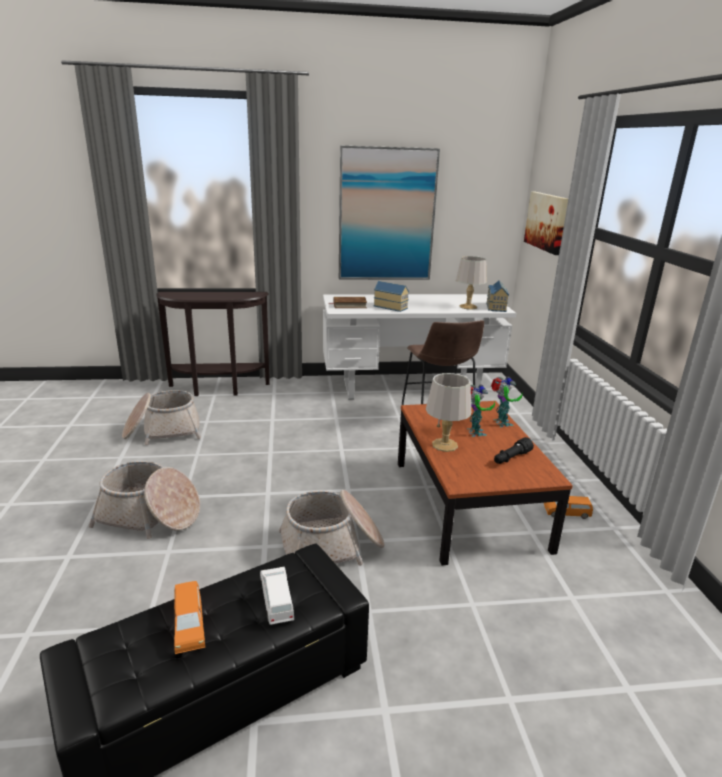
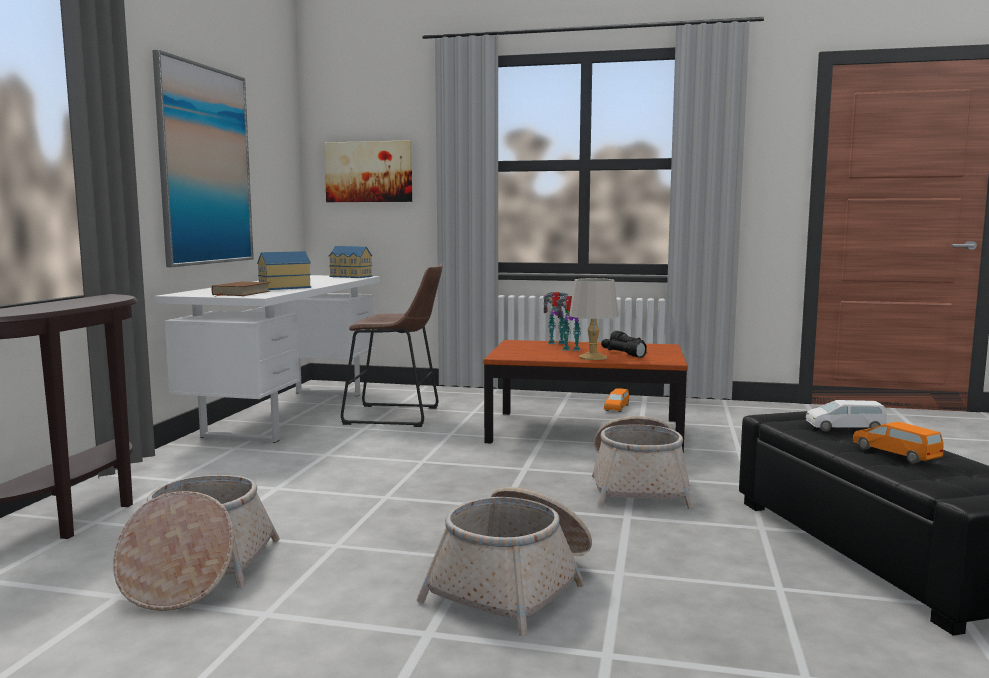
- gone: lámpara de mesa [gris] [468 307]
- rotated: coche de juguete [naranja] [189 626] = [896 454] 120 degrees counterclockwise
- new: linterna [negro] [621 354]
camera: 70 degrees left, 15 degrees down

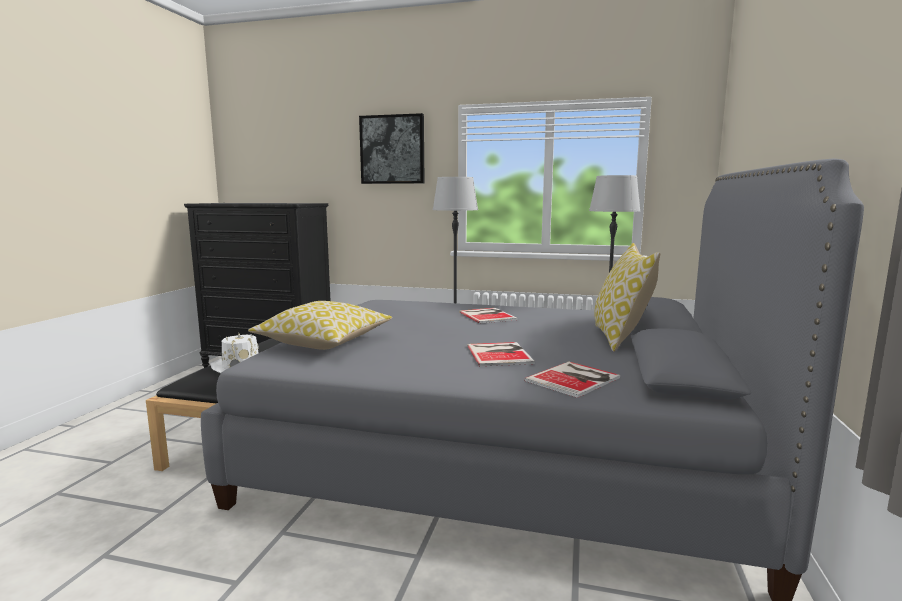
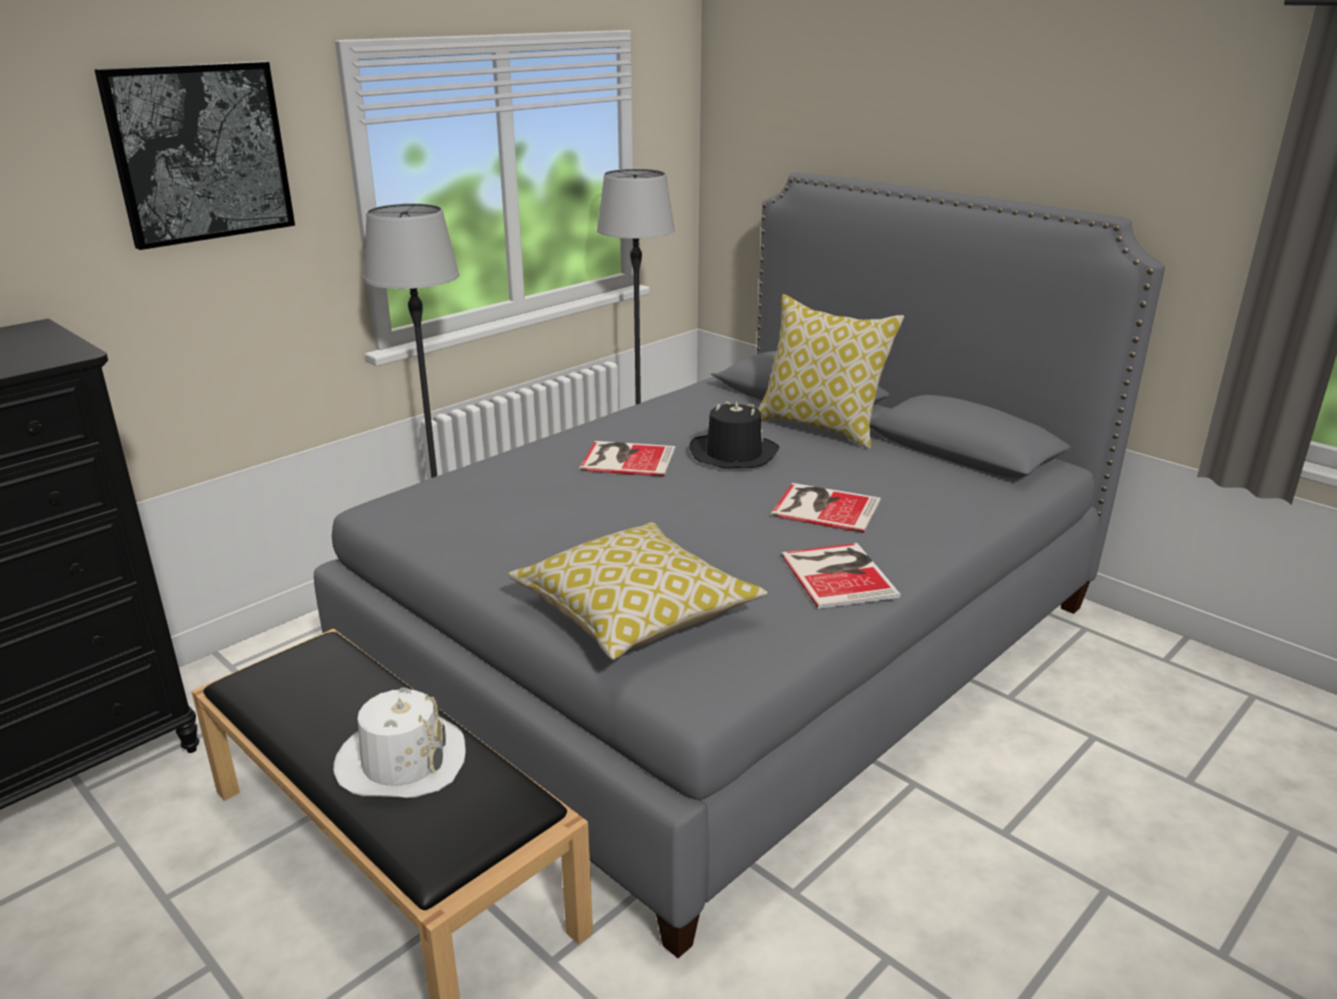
- shifted: libro [575 379] to [839 574]
- new: sombrero [negro] [733 454]
camera: 60 degrees left, 15 degrees up

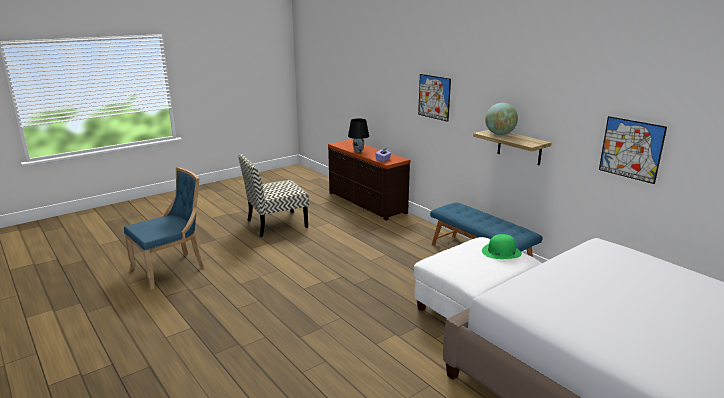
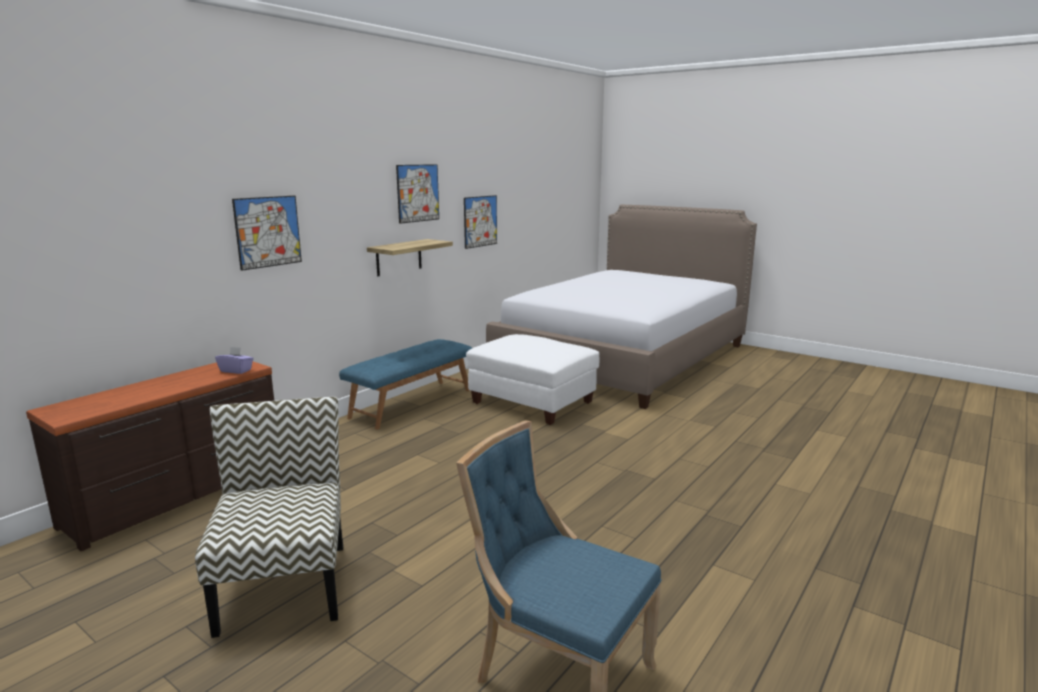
- gone: globo terráqueo [499 134]
- gone: lámpara de mesa [negro] [358 151]
- rotated: silla [276 224] = [284 585] 150 degrees counterclockwise
- gone: sombrero [verde] [501 252]
- new: cuadro [418 193]
camera: 105 degrees left, 5 degrees down

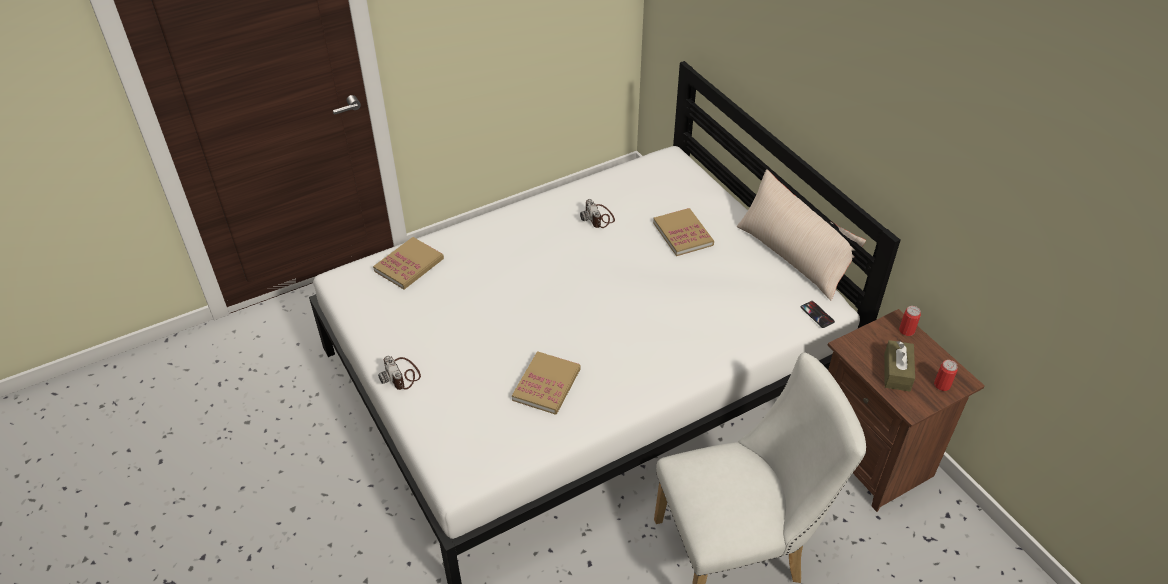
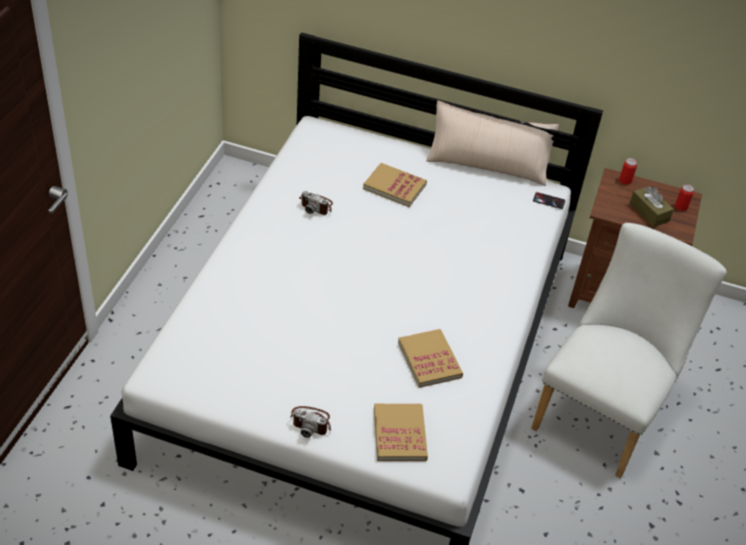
- shifted: libro [409 265] to [399 434]
camera: 45 degrees left, 0 degrees up

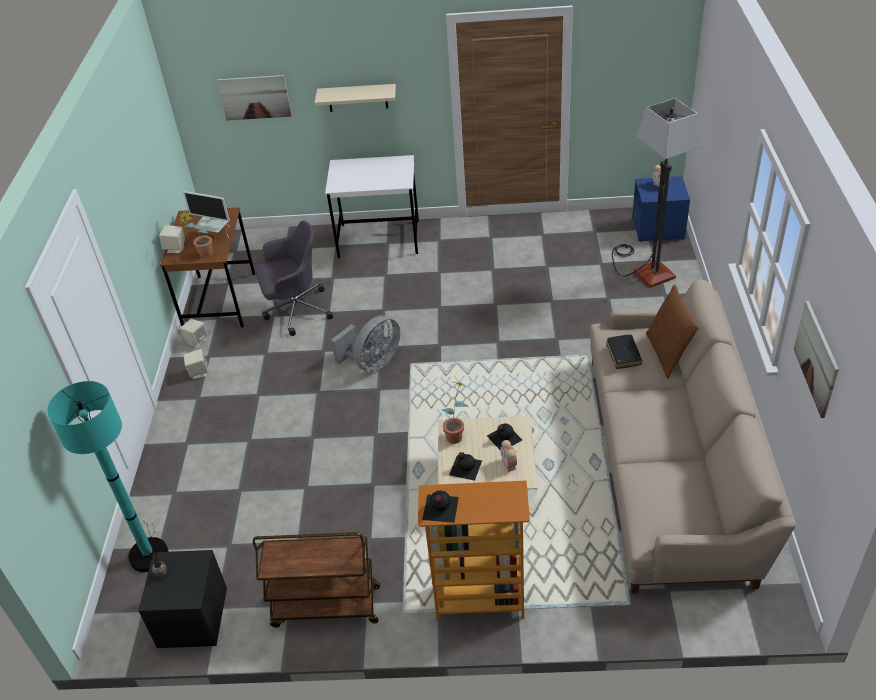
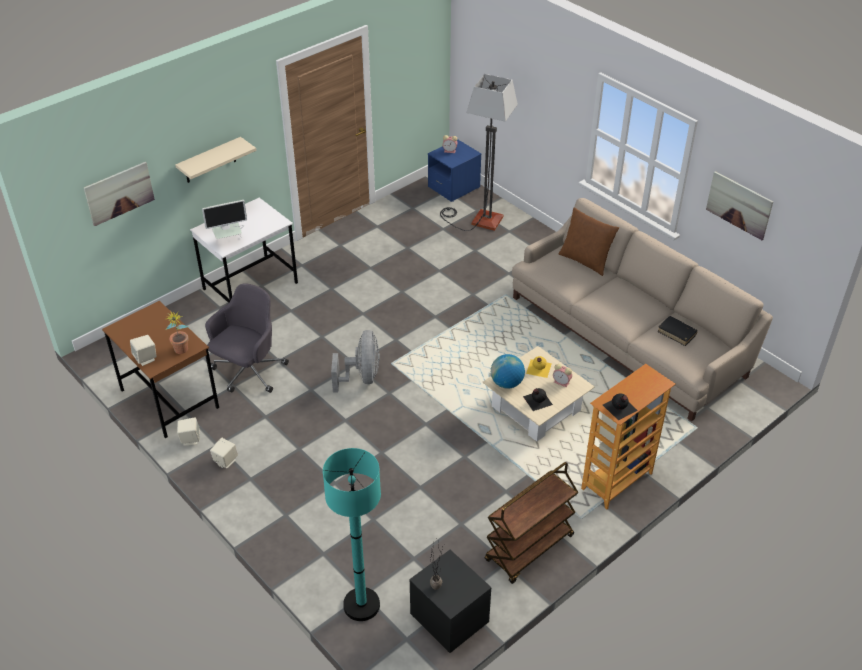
- shifted: monitor [216 236] to [228 241]
- shifted: libro [negro] [623 355] to [677 333]
- swapped: planta en maceta [457 434] to globo terráqueo [506 383]
- repainted: botella [negro] [503 437] to botella [amarillo] [538 368]
camera: 45 degrees left, 0 degrees up

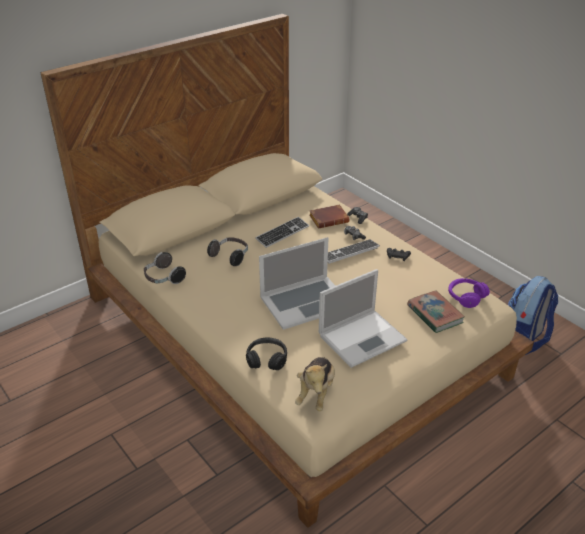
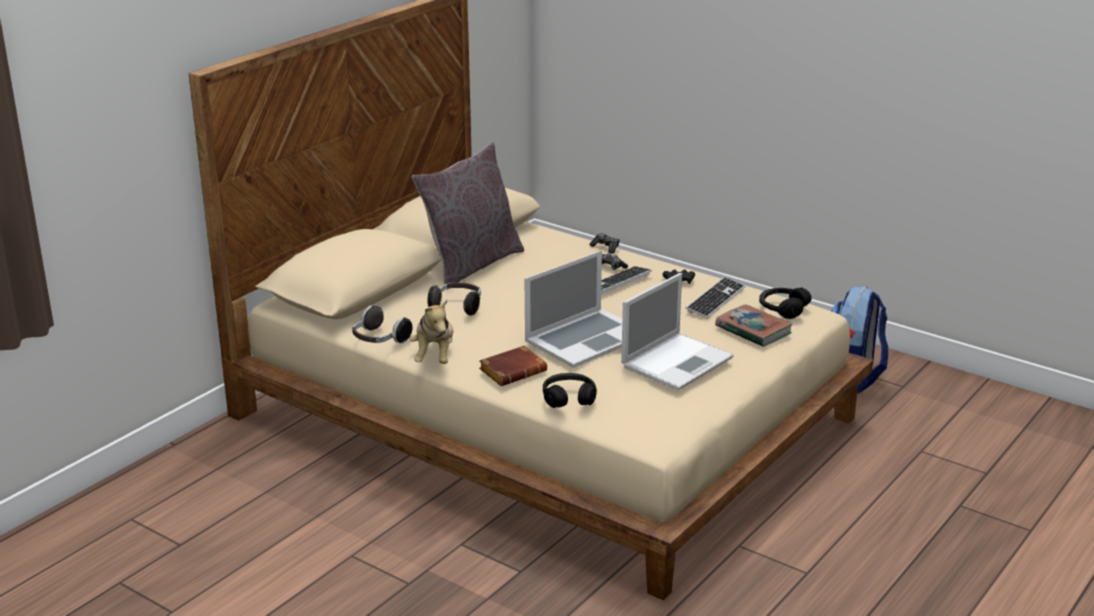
- shifted: libro [marrón] [329 219] to [513 370]
- shifted: teclado [282 233] to [715 299]
- repainted: auriculares [morado] [466 297] to auriculares [negro] [783 309]
- shifted: peluche [316 393] to [434 356]
- new: cojín [gris] [471 265]
camera: 15 degrees left, 10 degrees down

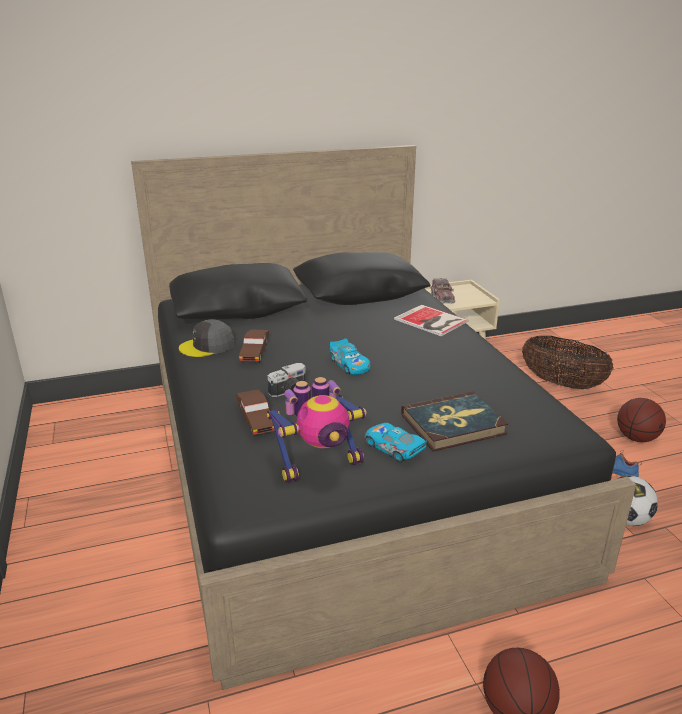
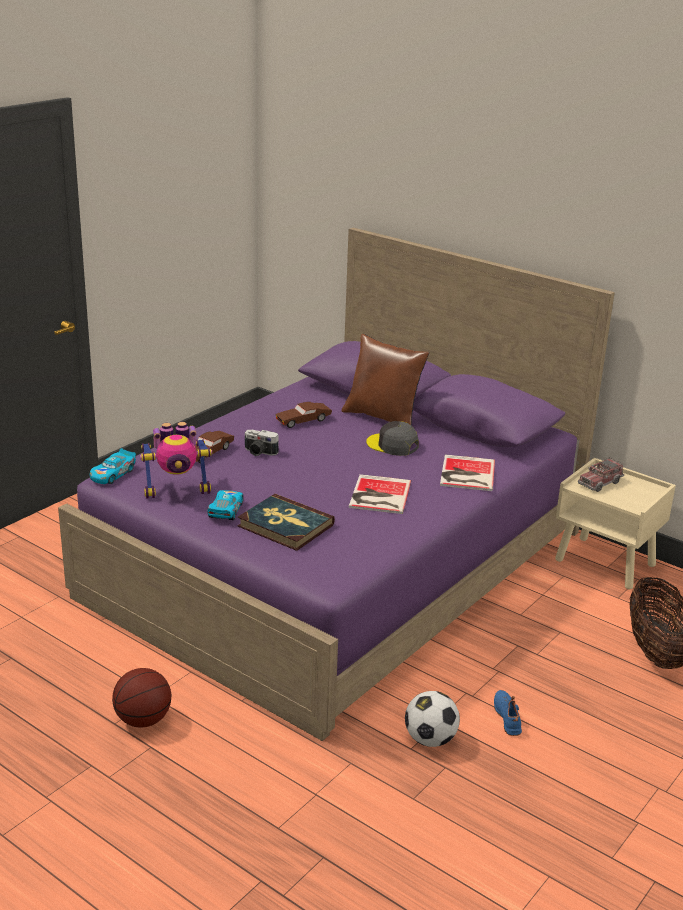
- repainted: cama [negro] [341 464] to cama [morado] [339 563]
- shifted: gorra [gris] [207 346] to [392 445]
- shifted: coche de juguete [349 364] to [113 474]
- rotated: robot de juguete [319 464] = [177 490] 45 degrees counterclockwise
- gone: balón de baloncesto [636 438]
- new: cojín [marrón] [383 418]
- new: libro [378 495]
camera: 55 degrees right, 0 degrees up

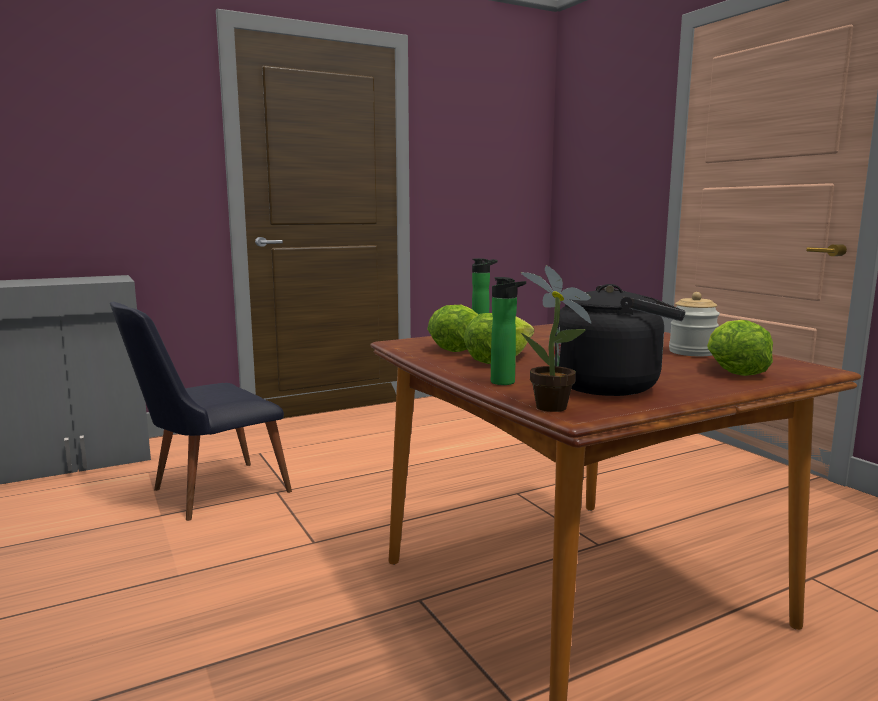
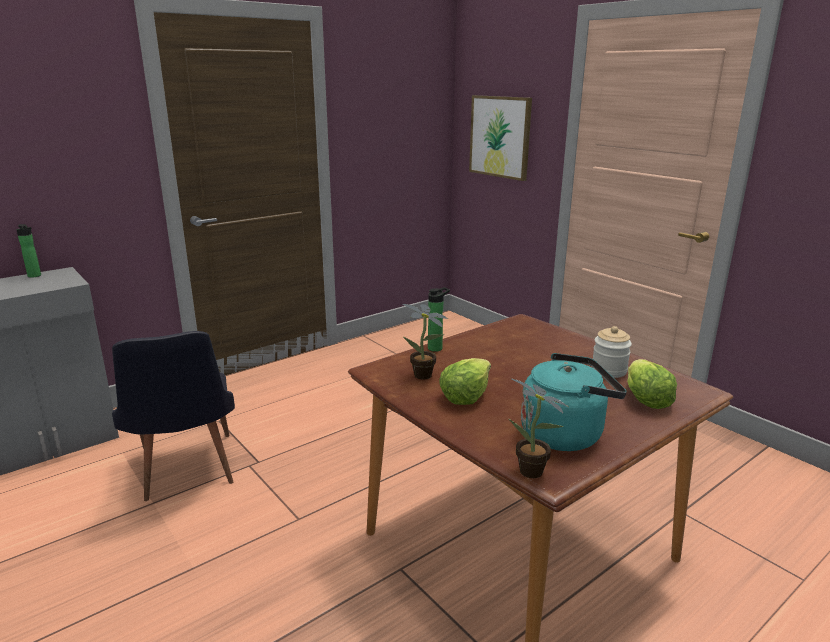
- shifted: botella [505 383] to [35 276]
- repainted: hervidor [negro] [612 386] to hervidor [turquesa] [565 434]
- rotated: silla [negro] [207 493] = [186 473] 60 degrees counterclockwise
- swapped: lechuga [457 348] to planta en maceta [425 376]
- new: cuadro [500 137]
camera: 10 degrees left, 10 degrees up

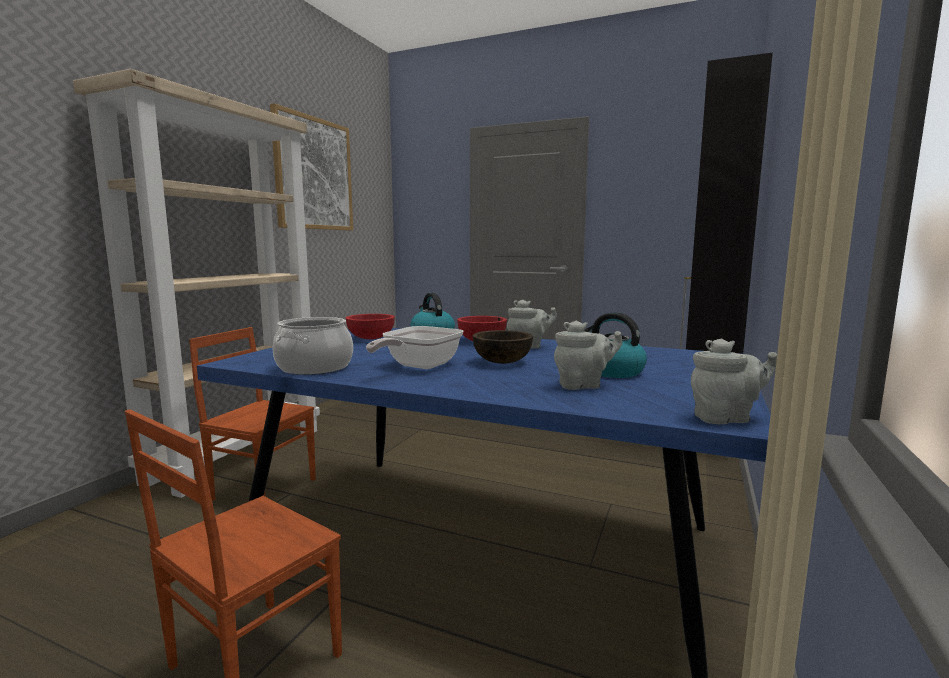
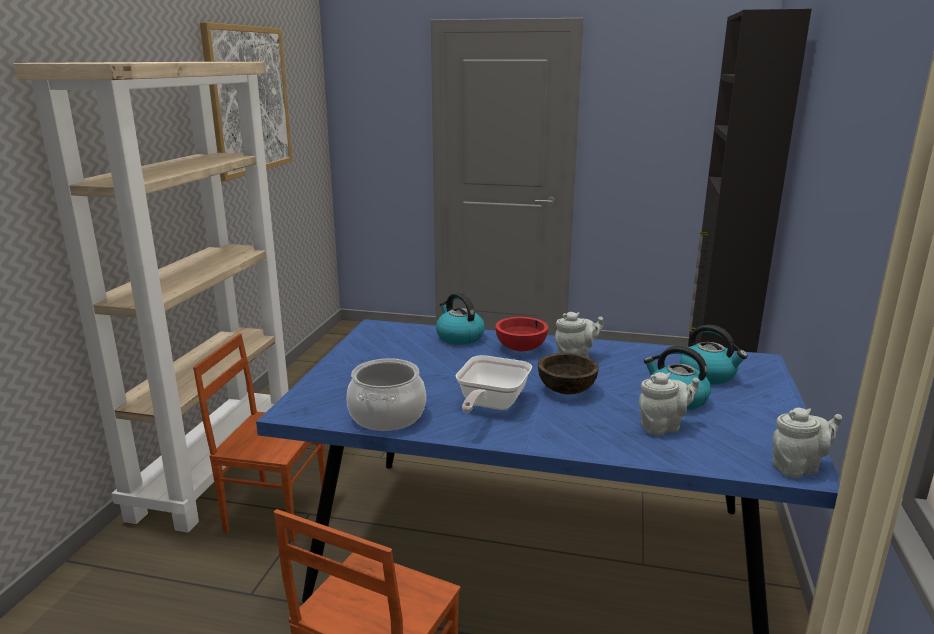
- gone: cuenco [rojo] [370 338]
- new: hervidor [708 375]
camera: 10 degrees left, 10 degrees up

